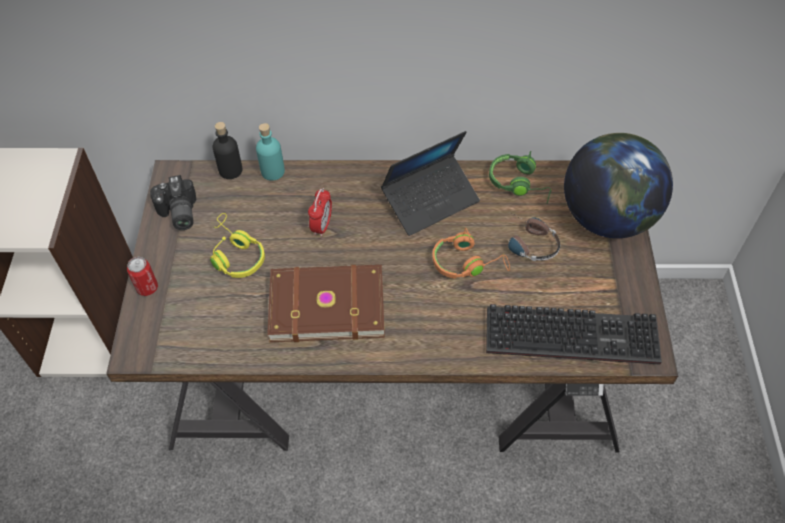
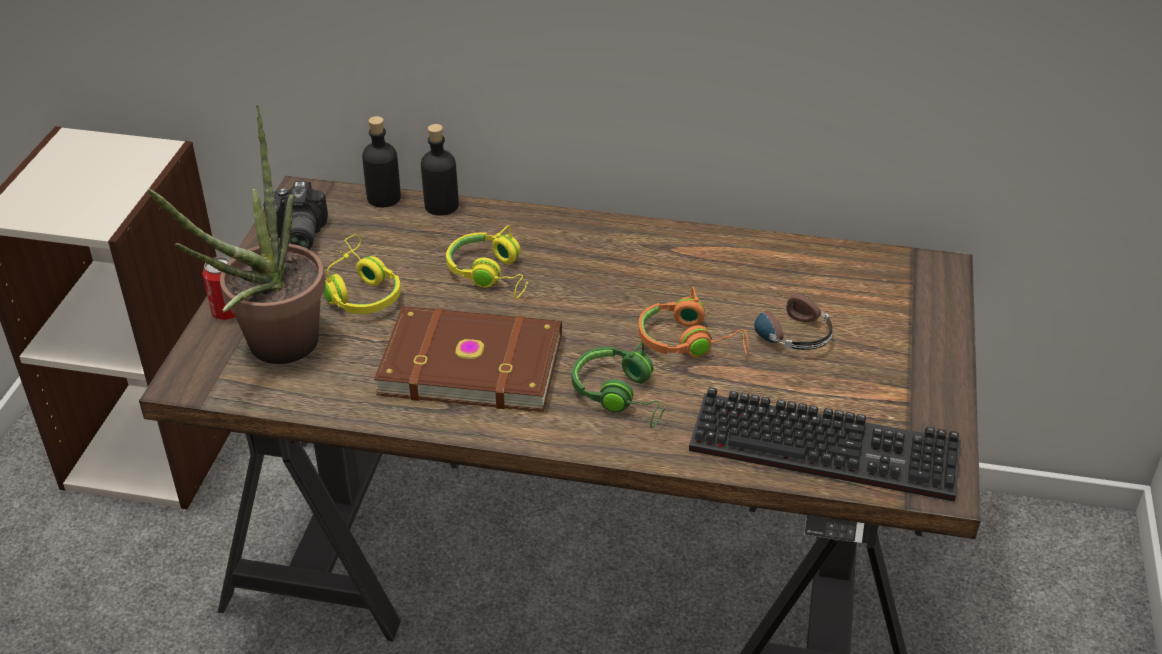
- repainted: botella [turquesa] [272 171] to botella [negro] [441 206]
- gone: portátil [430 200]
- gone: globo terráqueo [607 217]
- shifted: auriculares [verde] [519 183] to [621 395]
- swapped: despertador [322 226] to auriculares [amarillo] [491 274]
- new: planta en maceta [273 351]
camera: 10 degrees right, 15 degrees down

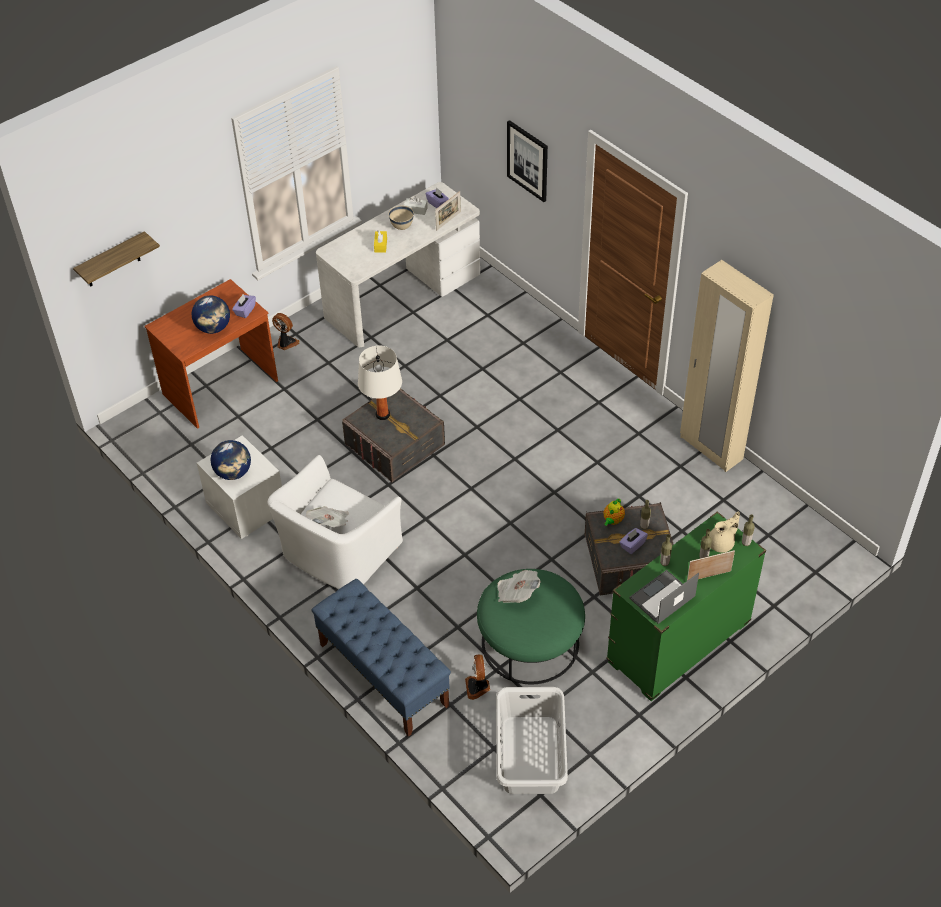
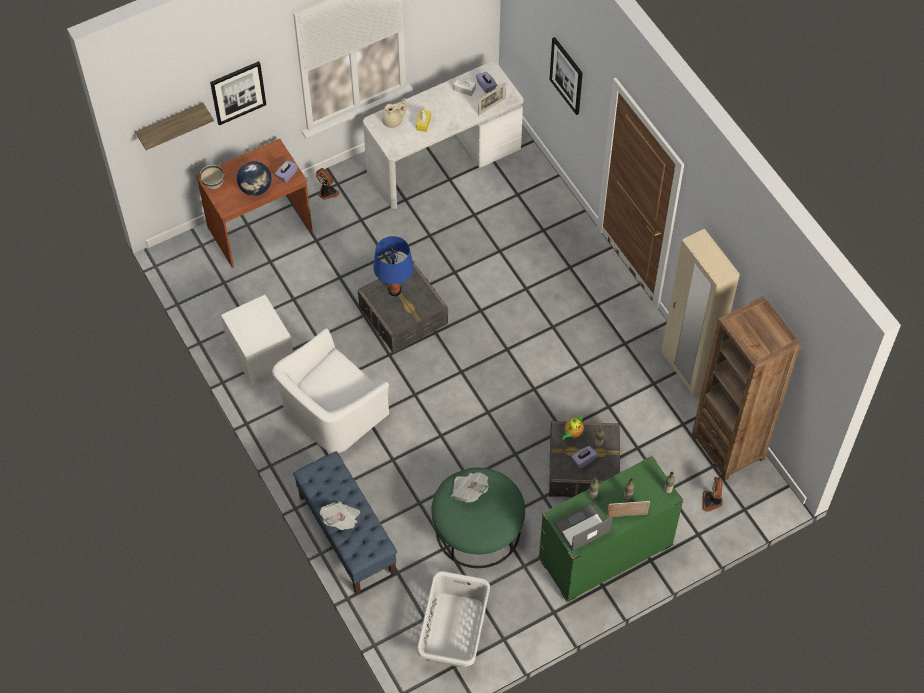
- shifted: cuenco [beis] [401 227] to [213 184]
- repainted: lámpara de mesa [blanco] [383 414] to lámpara de mesa [azul] [395 290]
- gone: globo terráqueo [233 473]
- shifted: periódico [330 523] to [341 520]
- shifted: tetera [beis] [722 543] to [393 121]
- shifted: ventilador [478 687] to [712 501]
- new: cuadro [238 92]
- new: estantería [marrón] [728 447]
camera: 10 degrees right, 10 degrees up

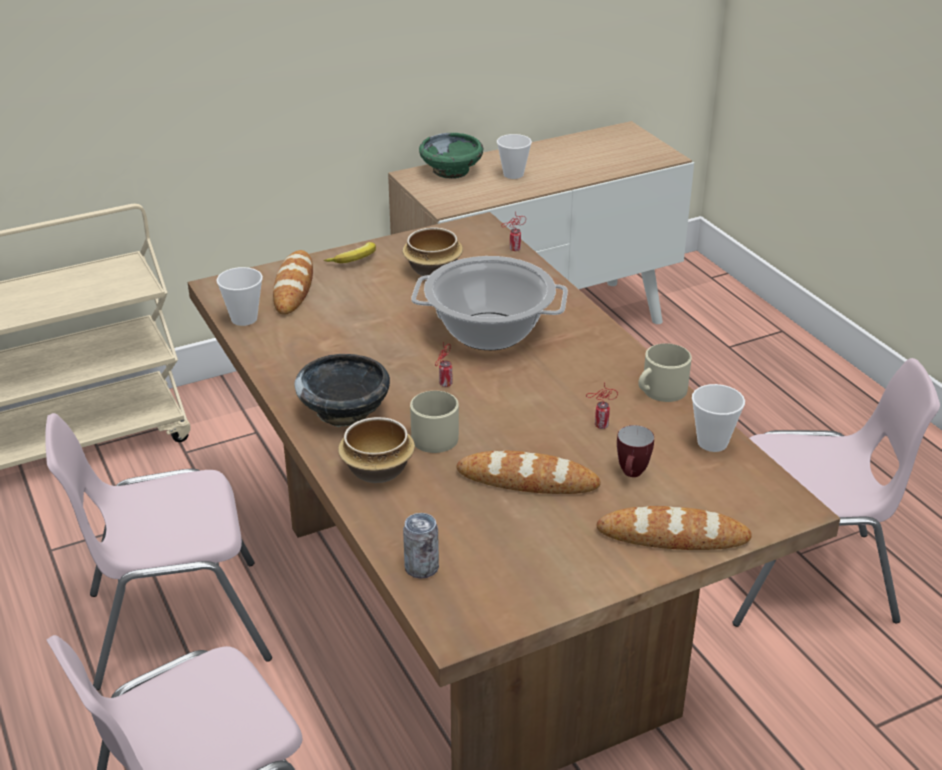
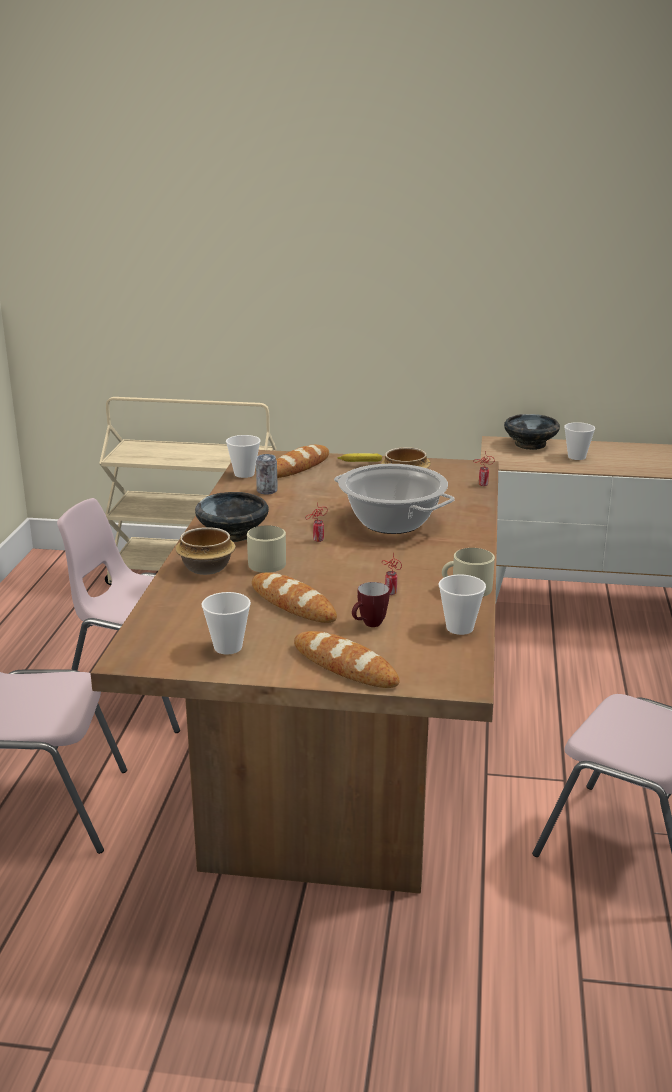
- repainted: cuenco [verde] [451 171] to cuenco [negro] [530 445]
- shifted: lata [421 568] to [267 491]
- new: taza [228 647]
camera: 35 degrees right, 10 degrees down

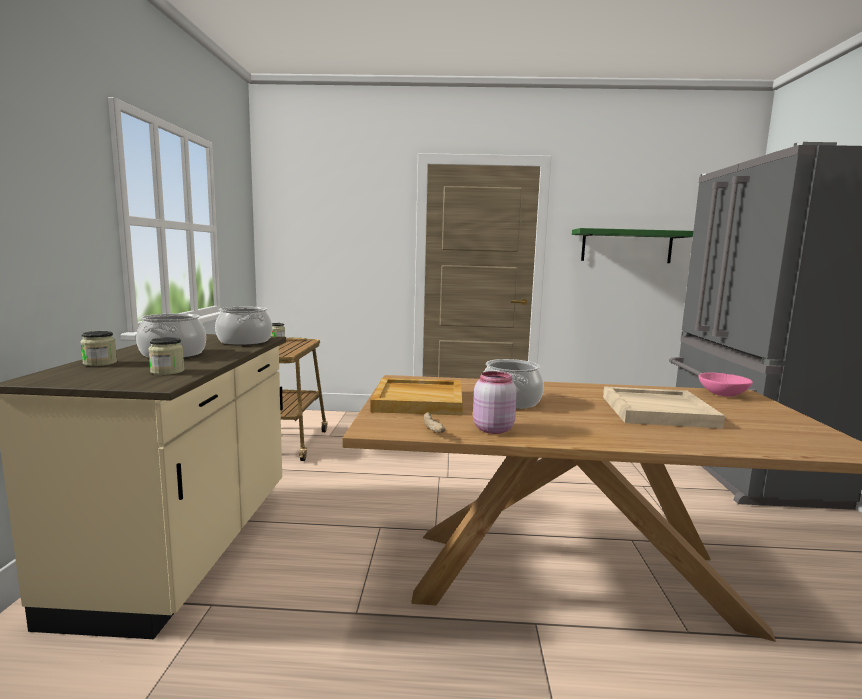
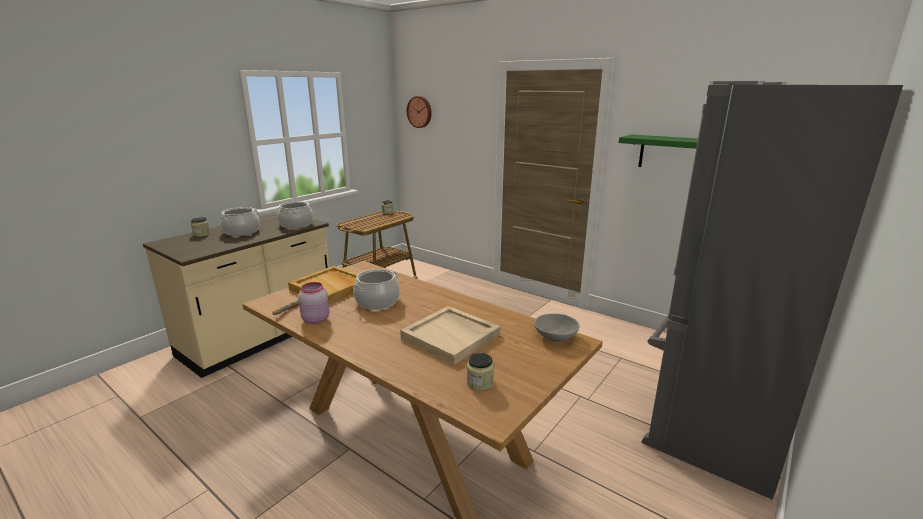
- shifted: tarro [167 371] to [480 383]
- repainted: cuenco [rosa] [723 394] to cuenco [gris] [555 337]
- new: reloj de pared [420 112]
camera: 35 degrees right, 10 degrees up

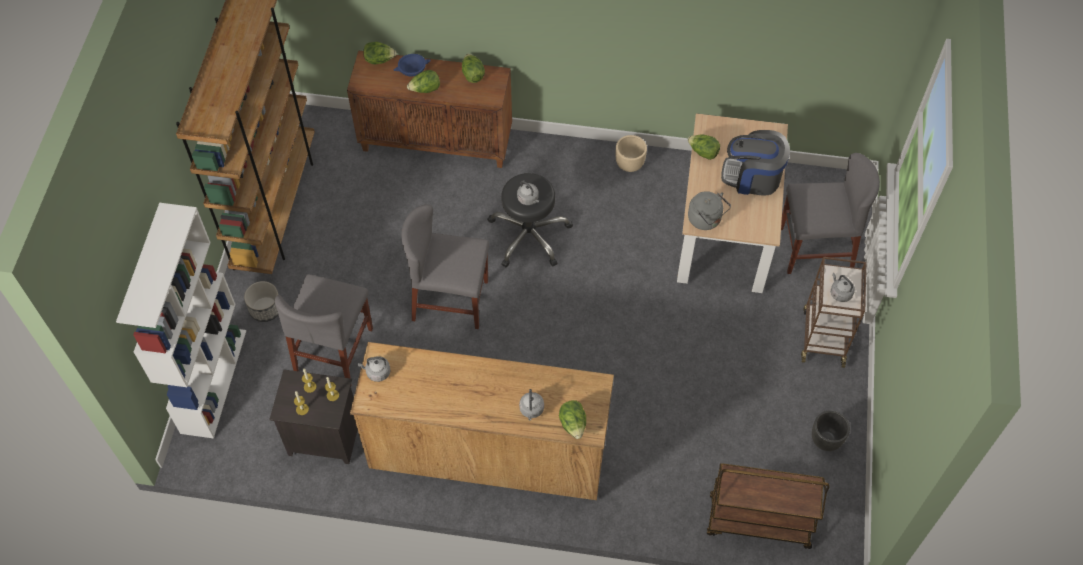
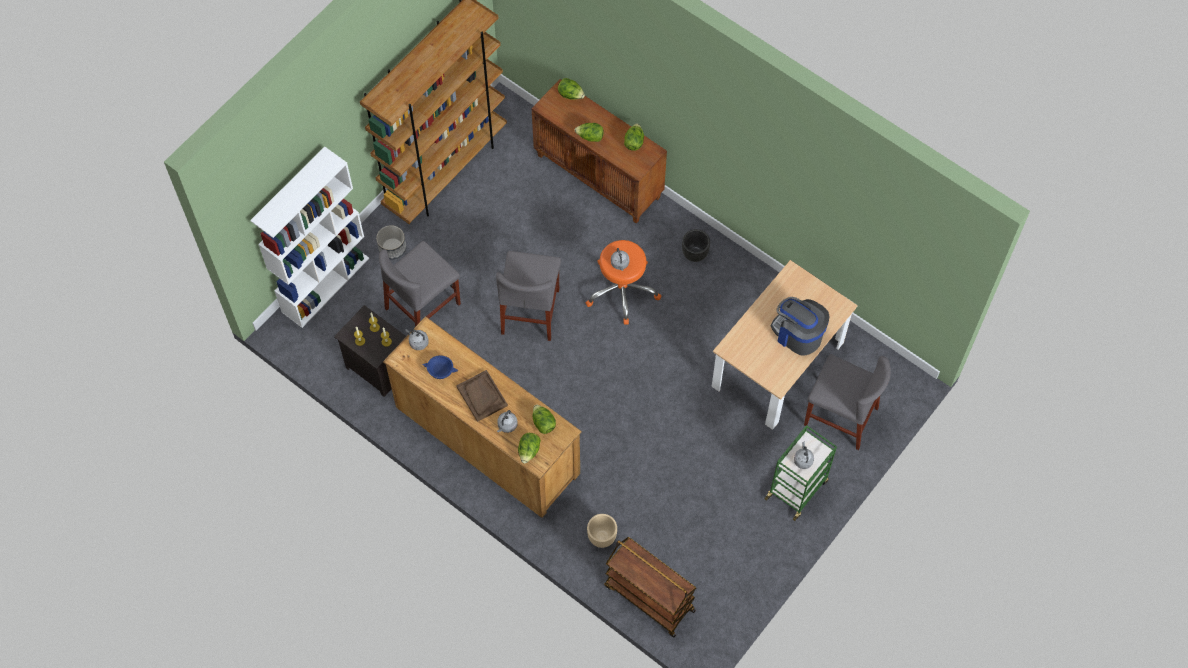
- shifted: cuenco [azul] [412 70] to [440 370]
- shifted: maceta [beis] [630 164] to [602 537]
- shifted: lechuga [703 152] to [543 423]
- repainted: taburete [negro] [529 235] to taburete [naranja] [622 290]
- gone: hervidor [gris] [706 220]
- rotated: silla [gris] [450 300] = [530 311] 120 degrees counterclockwise
- repainted: carrito [marrón] [823 336] to carrito [verde] [797 488]
- shifted: maceta [negro] [826 440] to [695 254]
- new: bandeja [marrón] [481 396]
camera: 30 degrees right, 5 degrees up

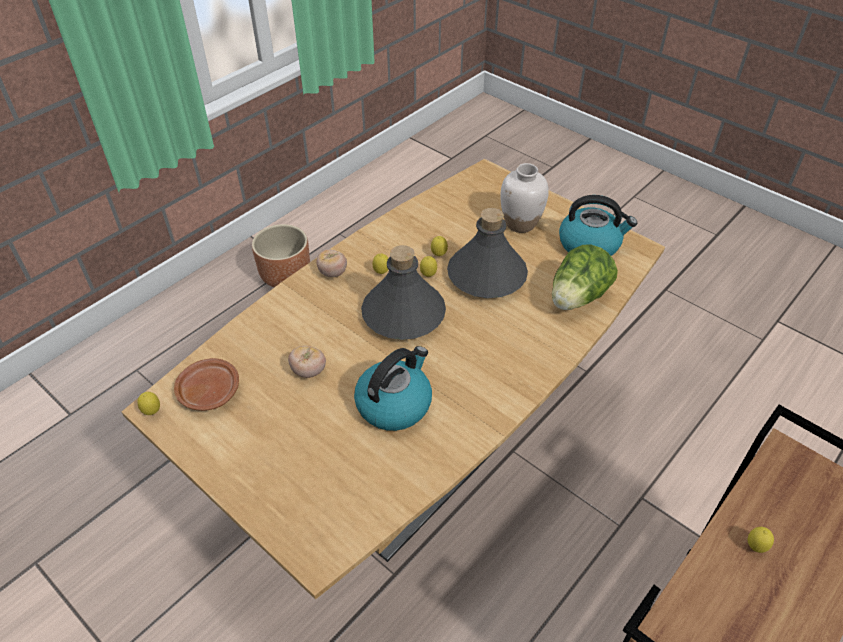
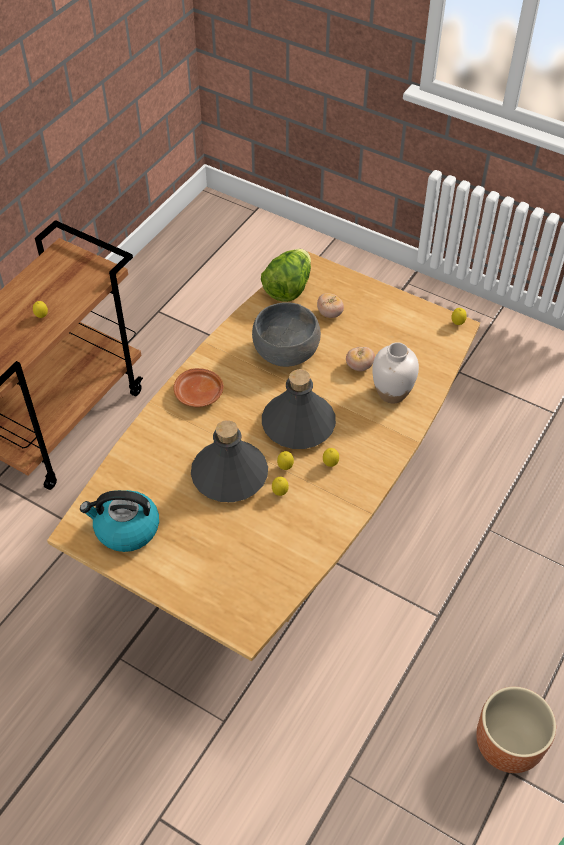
- shifted: florero [blanco] [520 224] to [392 393]
- shifted: lechuga [577 298] to [288 288]
- shifted: tomate [332 273] to [329 313]
- swapped: hervidor [394 404] to cuenco [gris] [286 352]
- shifted: plato [marrón] [209 391] to [199 394]
camera: 170 degrees right, 5 degrees up

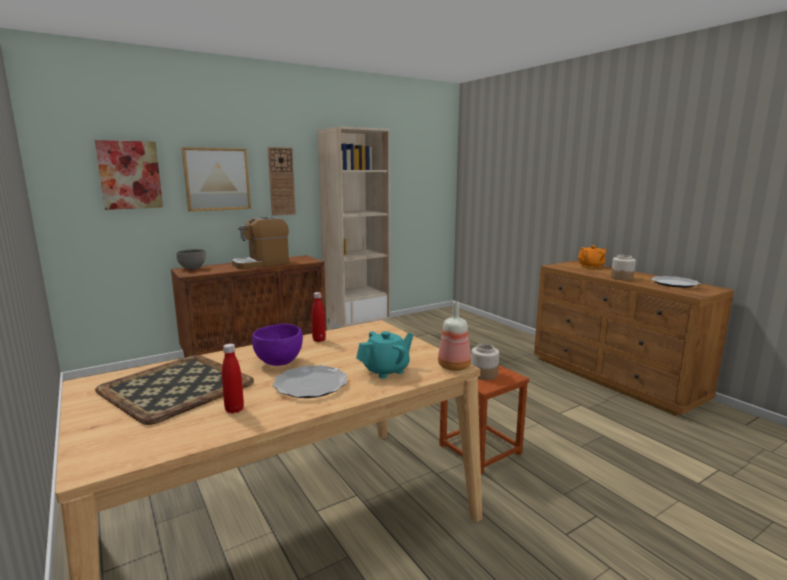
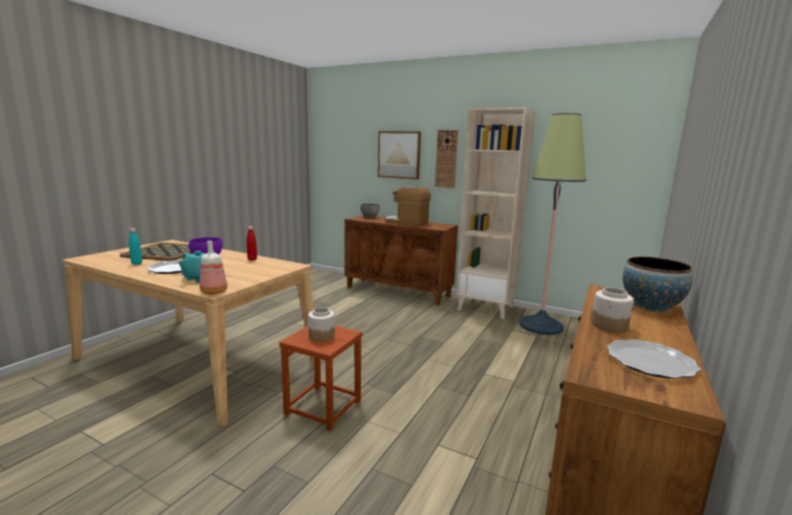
- gone: cuadro [130 175]
- swapped: tetera [naranja] [591 266] to cuenco [651 307]
- repainted: botella [rojo] [234 409] to botella [turquesa] [137 263]
- new: lámpara de pie [541 326]
camera: 60 degrees right, 0 degrees up

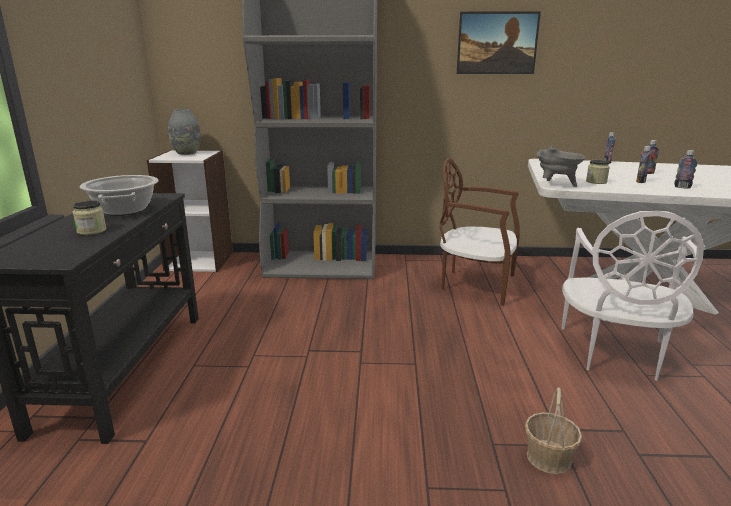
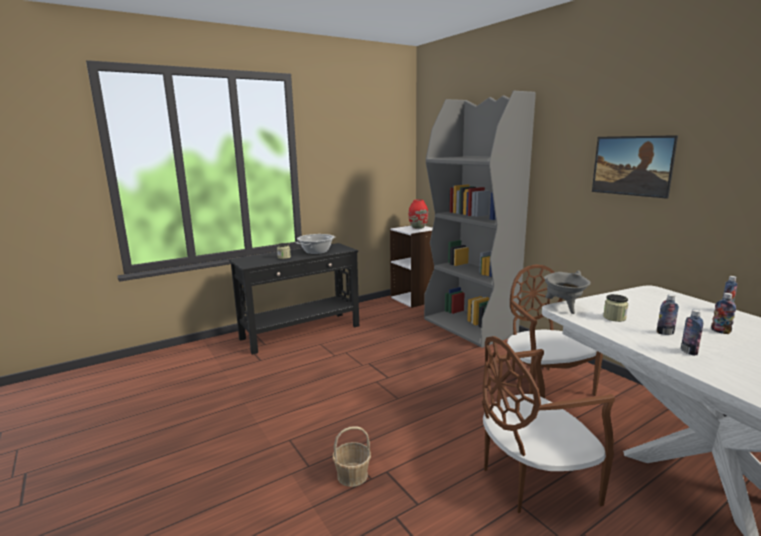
- repainted: florero [gris] [186 153] to florero [rojo] [418 227]
- repainted: silla [blanco] [615 354] to silla [marrón] [532 480]
camera: 55 degrees right, 5 degrees down

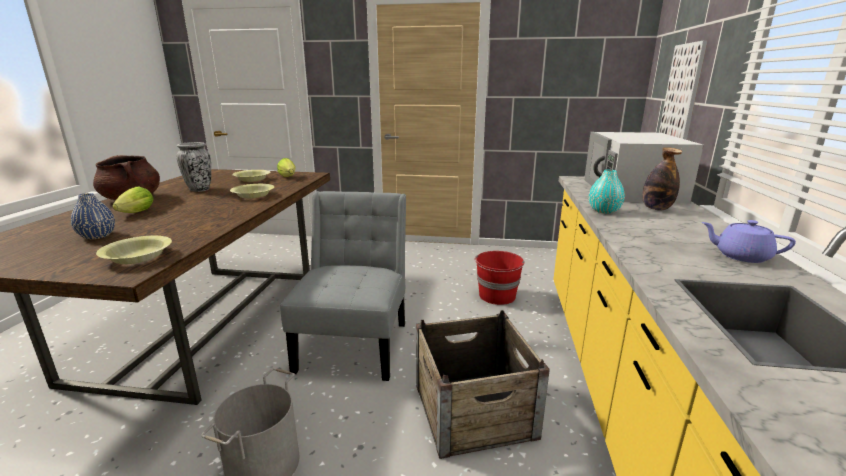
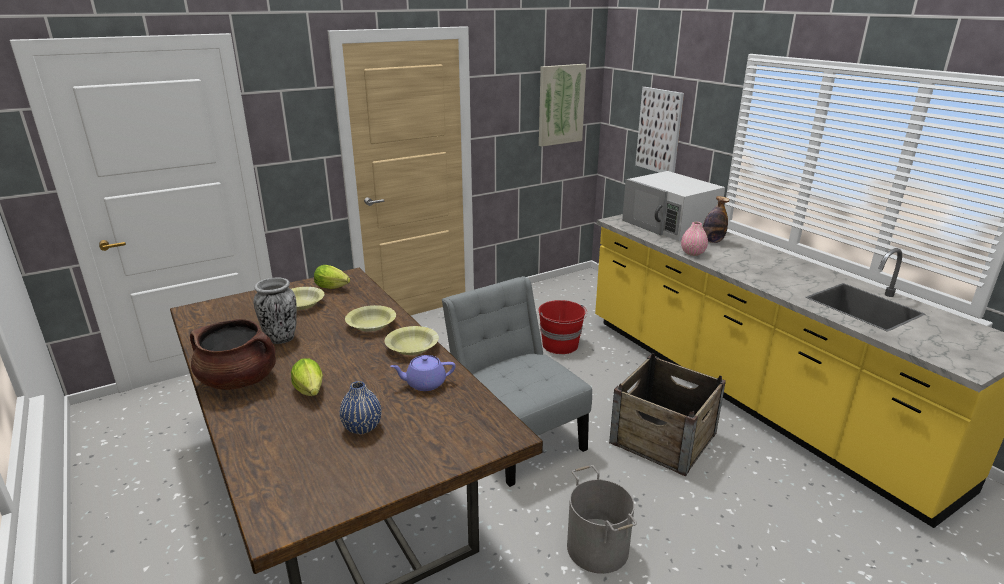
- repainted: florero [turquesa] [604 211] to florero [rosa] [692 253]
- shifted: tetera [morado] [740 256] to [424 383]
- shifted: cuenco [amarillo] [138 257] to [412 347]
- new: cuadro [560 104]
camera: 40 degrees left, 5 degrees up

